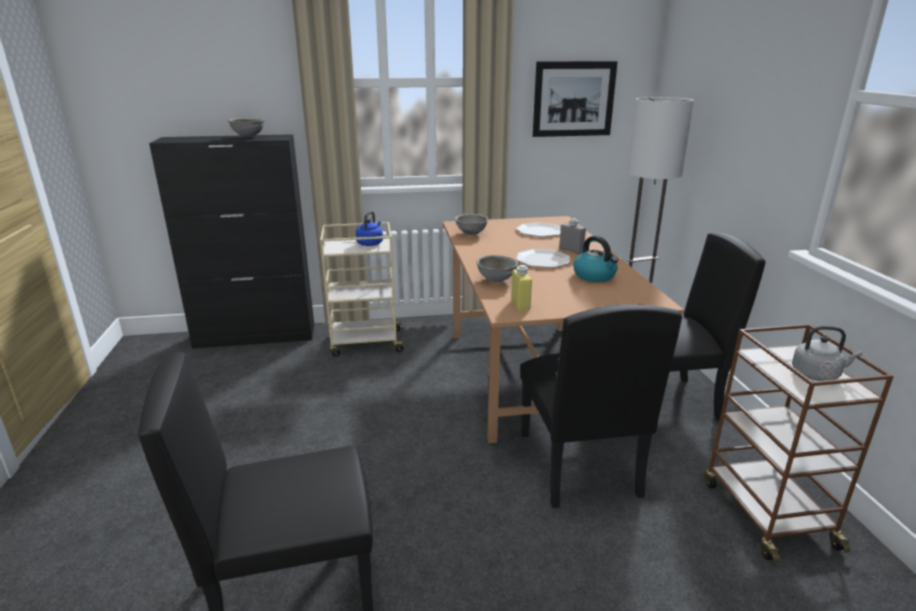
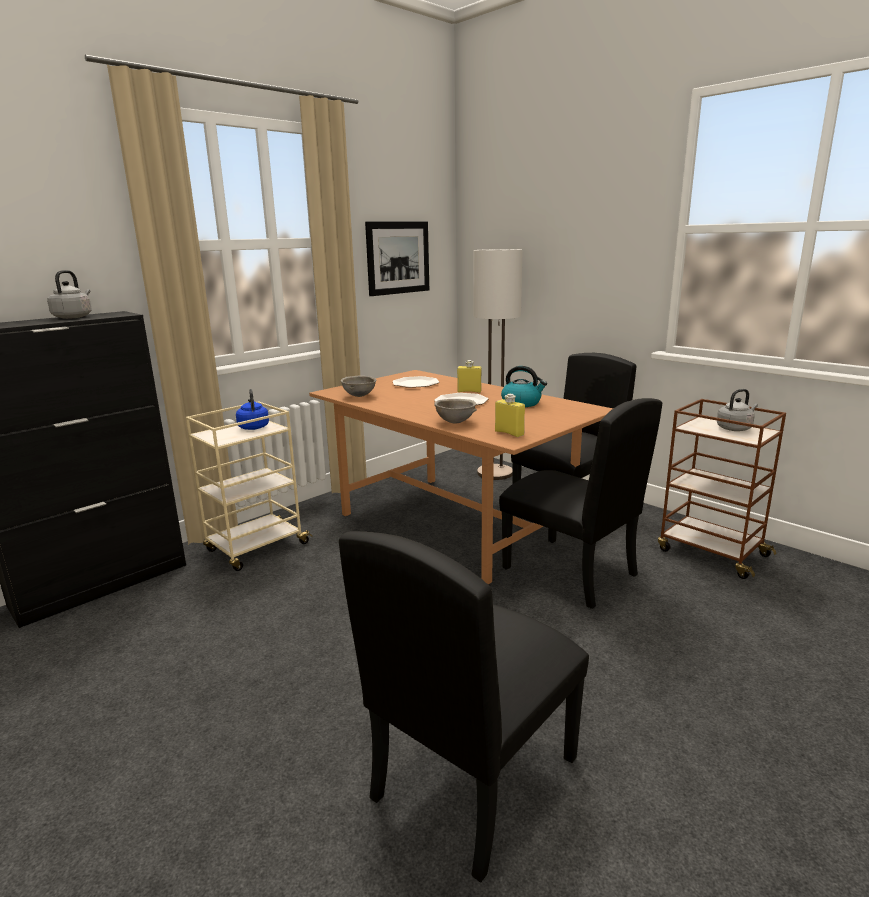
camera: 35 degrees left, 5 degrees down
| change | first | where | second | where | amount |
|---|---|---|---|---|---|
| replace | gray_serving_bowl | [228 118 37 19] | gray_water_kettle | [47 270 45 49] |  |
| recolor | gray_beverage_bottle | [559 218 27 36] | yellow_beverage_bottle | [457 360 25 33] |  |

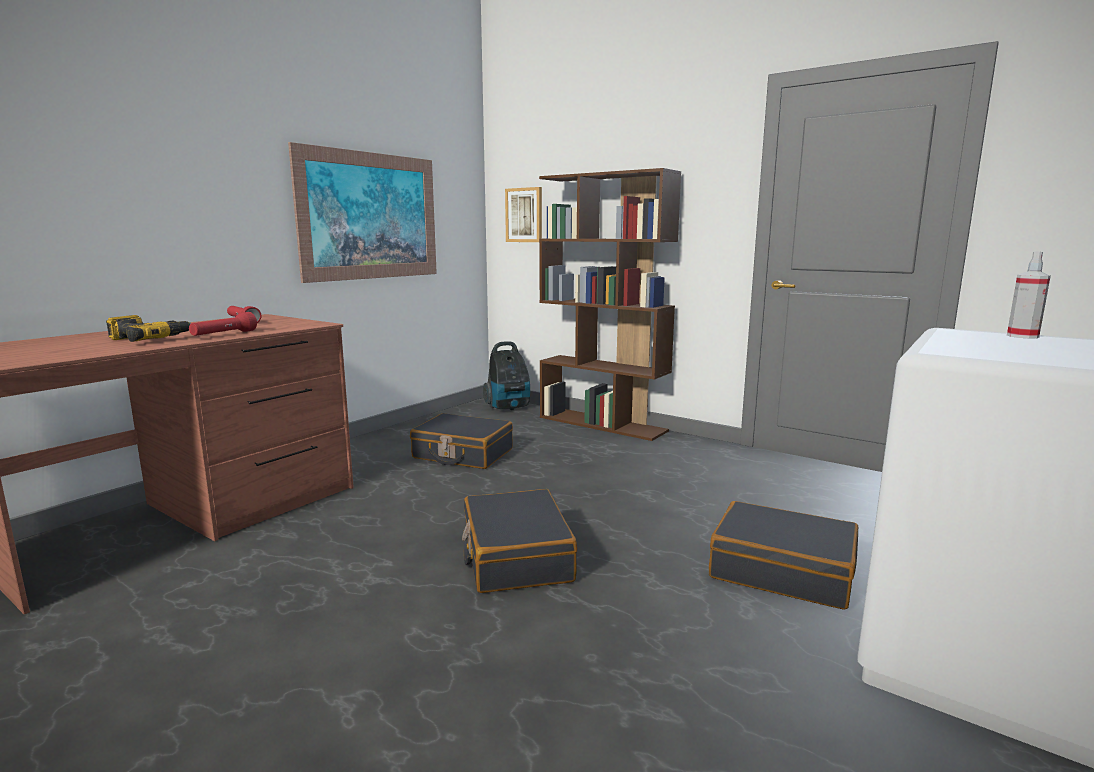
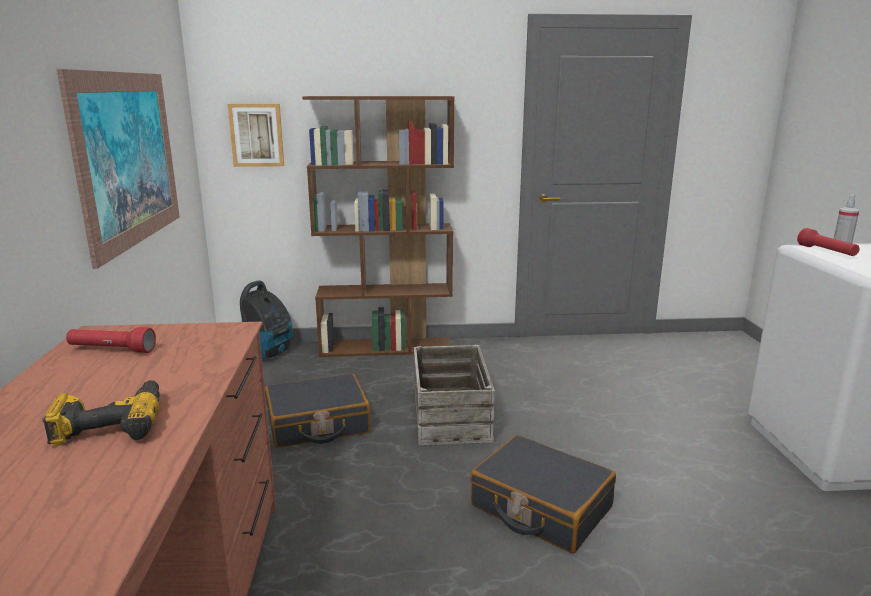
camera: 40 degrees left, 5 degrees up
| change | first | where | second | where | amount |
|---|---|---|---|---|---|
| move | red_flashlight | [189 312 68 24] |  | [797 228 63 28] |  |
| delete | black-coloured_travel_case | [709 501 149 109] |  |  |  |
| insert |  |  | packing_crate | [414 345 81 100] |  |

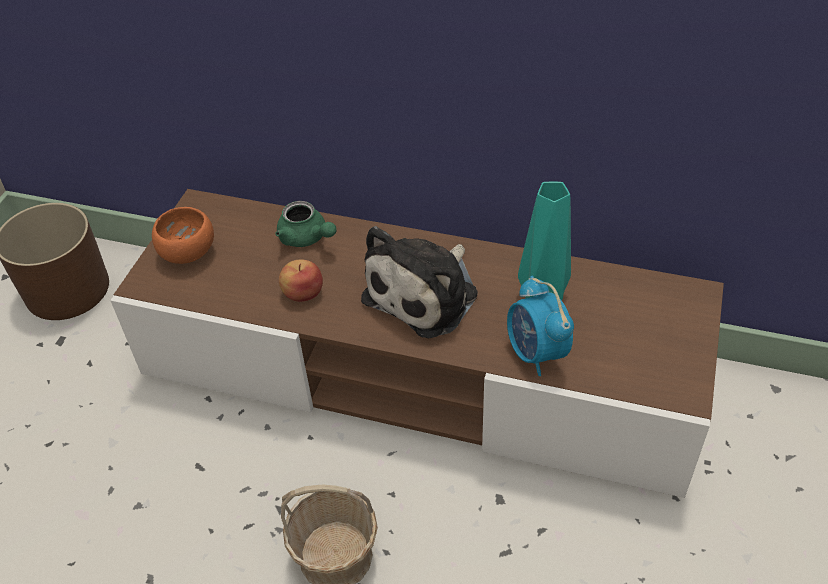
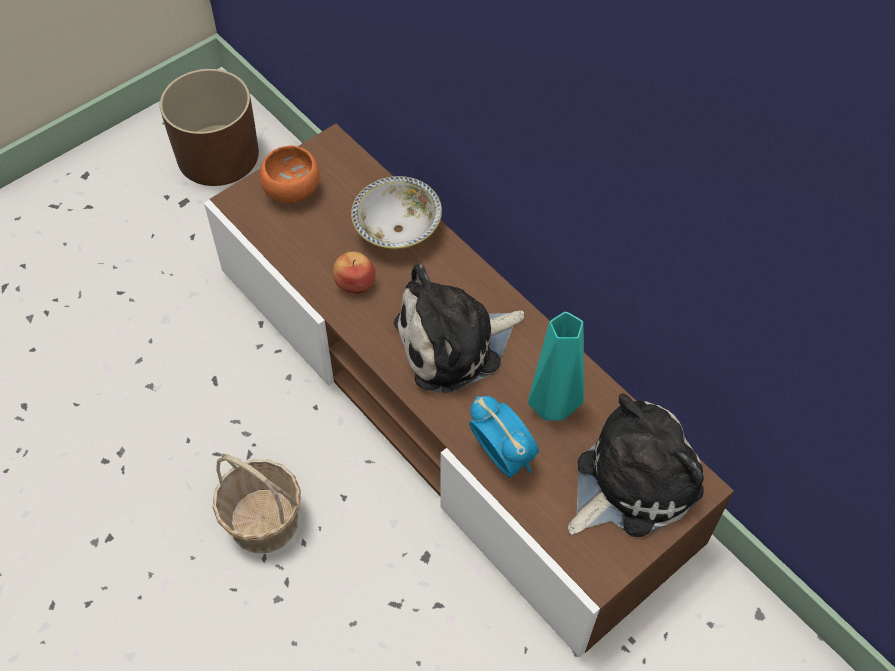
camera: 30 degrees right, 10 degrees up
| change | first | where | second | where | amount |
|---|---|---|---|---|---|
| replace | greenish_teapot | [275 201 62 46] | serving_bowl | [351 176 91 73] |  |
| rotate | bedside_clock | [507 276 67 100] |  | [469 396 70 82] | 135 degrees clockwise |
| insert |  |  | soft_toy | [568 394 136 143] |  |

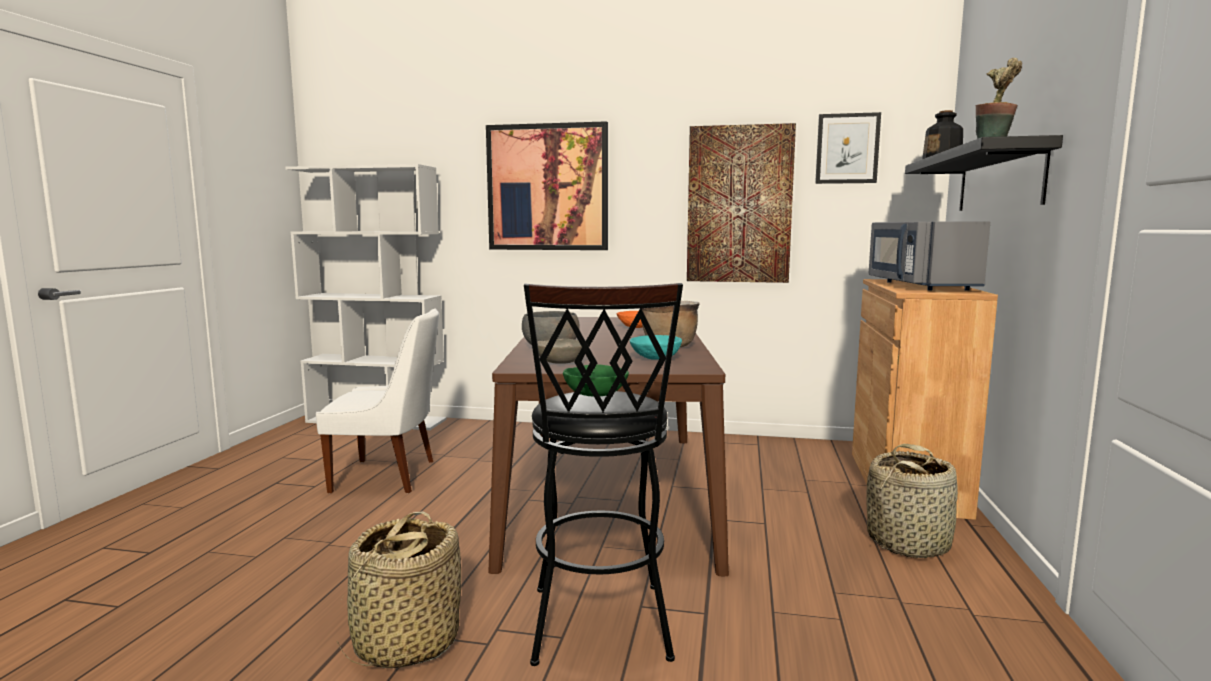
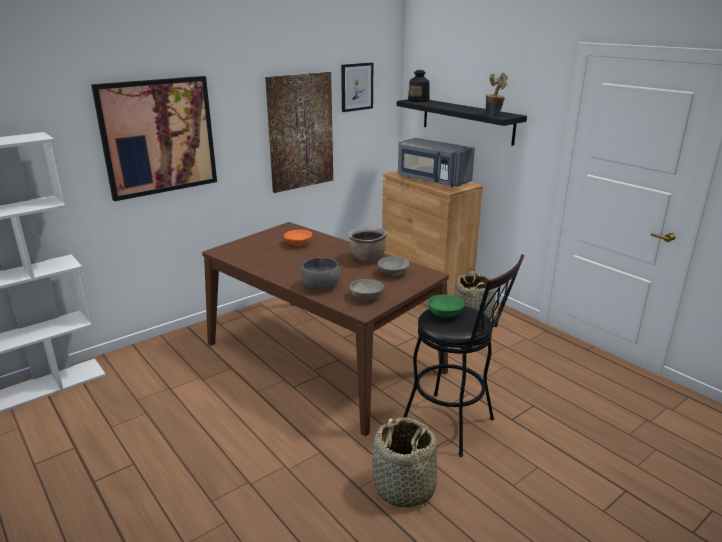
camera: 50 degrees left, 15 degrees up
| change | first | where | second | where | amount |
|---|---|---|---|---|---|
| delete | whitish_plain_chair | [316 308 123 185] |  |  |  |
| recolor | turquoise_serving_bowl | [630 335 52 25] | gray_serving_bowl | [377 256 32 20] |  |

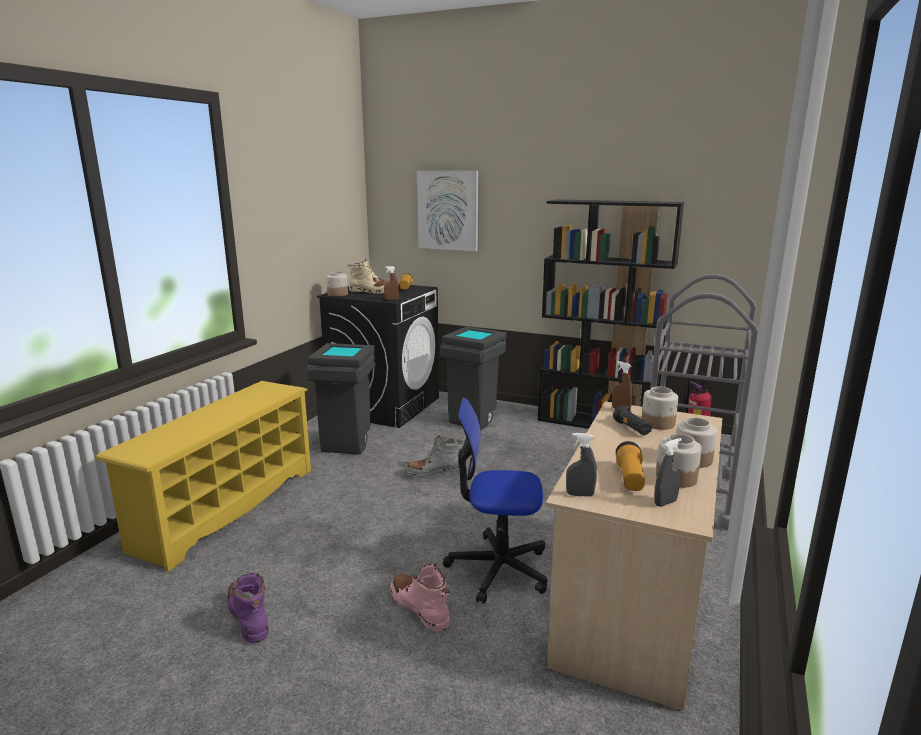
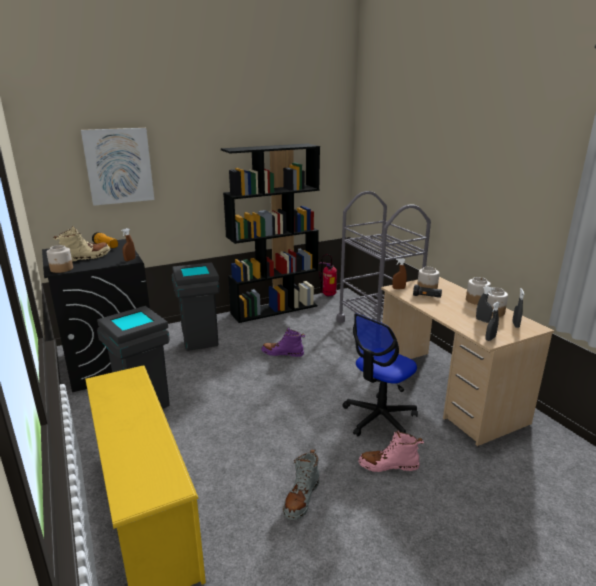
camera: 50 degrees left, 5 degrees up
| change | first | where | second | where | amount |
|---|---|---|---|---|---|
| move | purple-coloured_boot | [227 573 42 70] |  | [261 327 44 30] |  |
| move | gray_boot | [405 434 58 44] |  | [283 450 36 70] |  |
| replace | flashlight | [616 441 29 50] | gray_hand_sprayer | [476 286 18 37] |  |

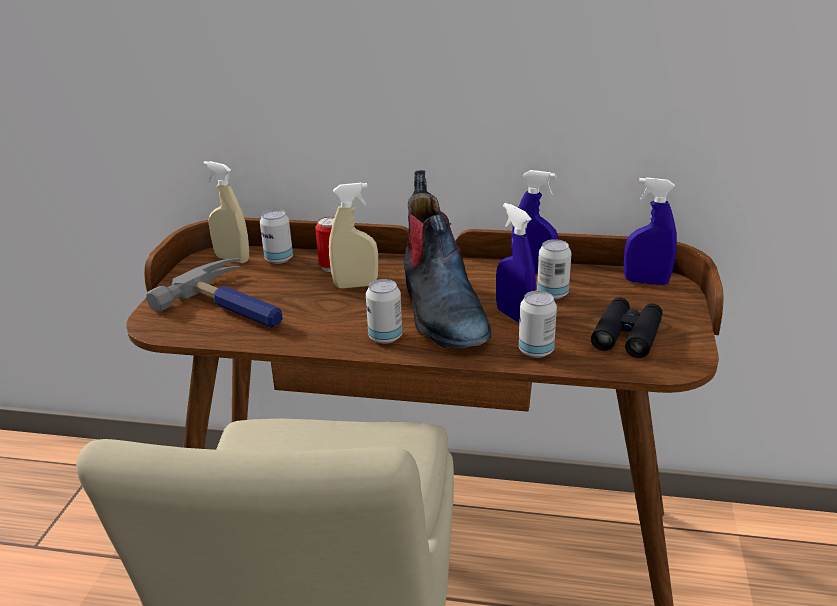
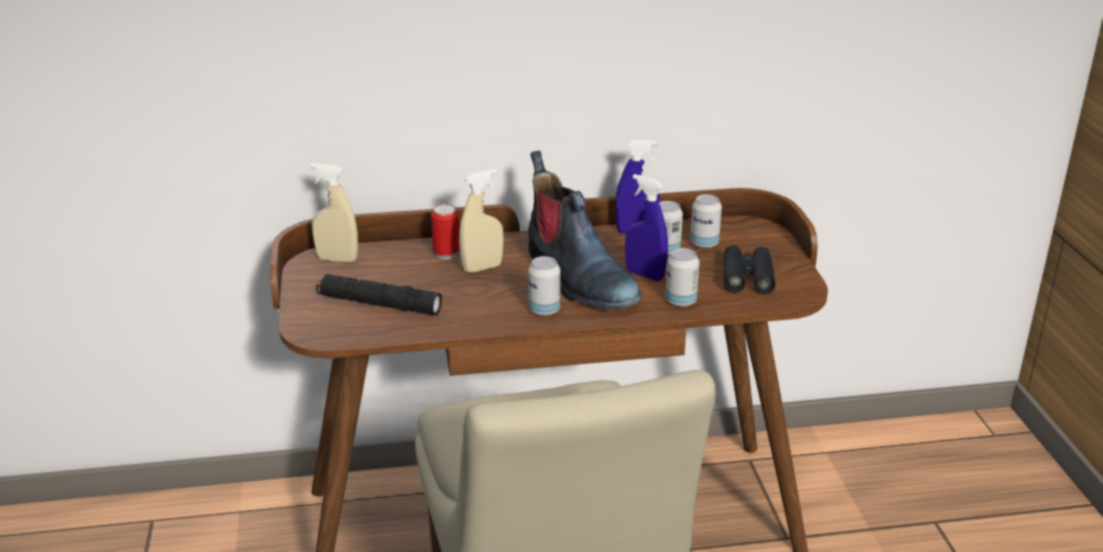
camera: 20 degrees left, 0 degrees up
| change | first | where | second | where | amount |
|---|---|---|---|---|---|
| replace | tool_hammer | [146 258 136 70] | black-coloured_flashlight | [316 274 126 41] |  |
| move | sealed_can | [260 209 33 55] |  | [690 194 32 55] |  |
| delete | blue-coloured_hand_sprayer | [624 177 53 108] |  |  |  |

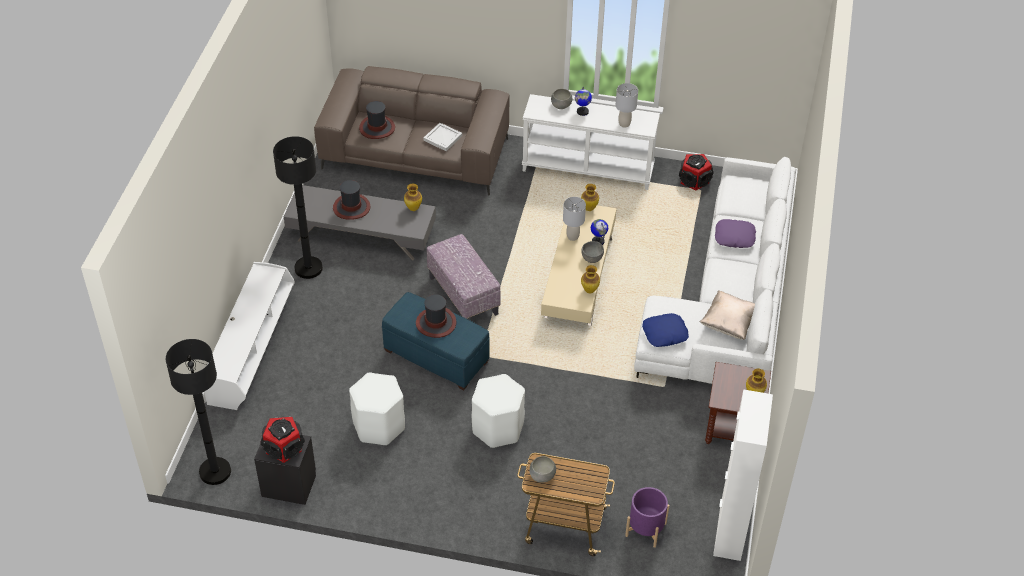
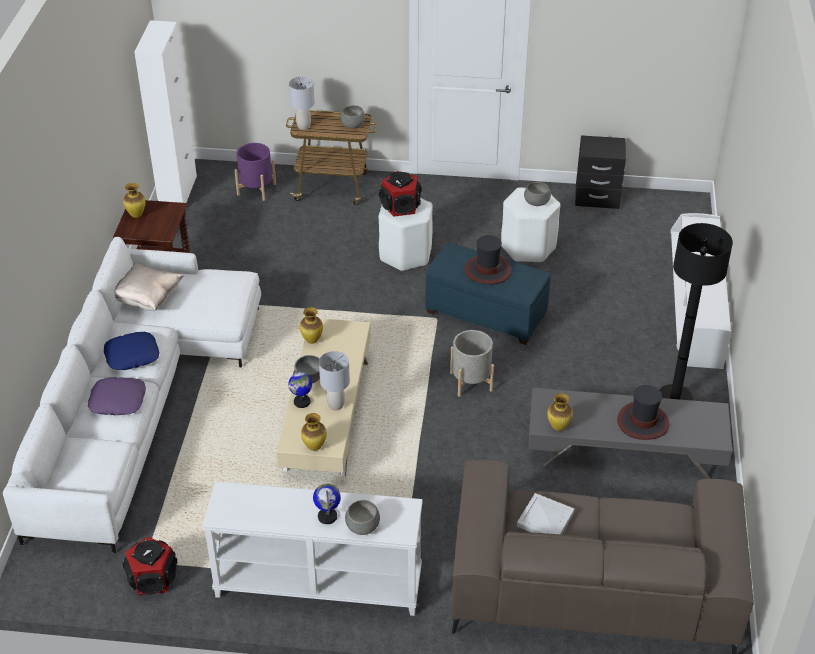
camera: 175 degrees right, 5 degrees down
| change | first | where | second | where | amount |
|---|---|---|---|---|---|
| delete | black-coloured_standing_lamp | [166 339 65 146] |  |  |  |
| move | speaker | [260 417 45 46] |  | [379 171 43 46] |  |
| delete | clothing_hat | [359 101 36 38] |  |  |  |
| replace | footrest | [427 234 74 86] | gray_planter | [450 330 44 67] |  |
| move | gray_tabletop_lamp | [616 83 22 45] |  | [289 76 26 54] |  |
| move | blue-coloured_throw_pillow | [642 313 47 34] |  | [104 332 56 38] |  |
| insert |  |  | gray_serving_bowl | [524 182 27 24] |  |

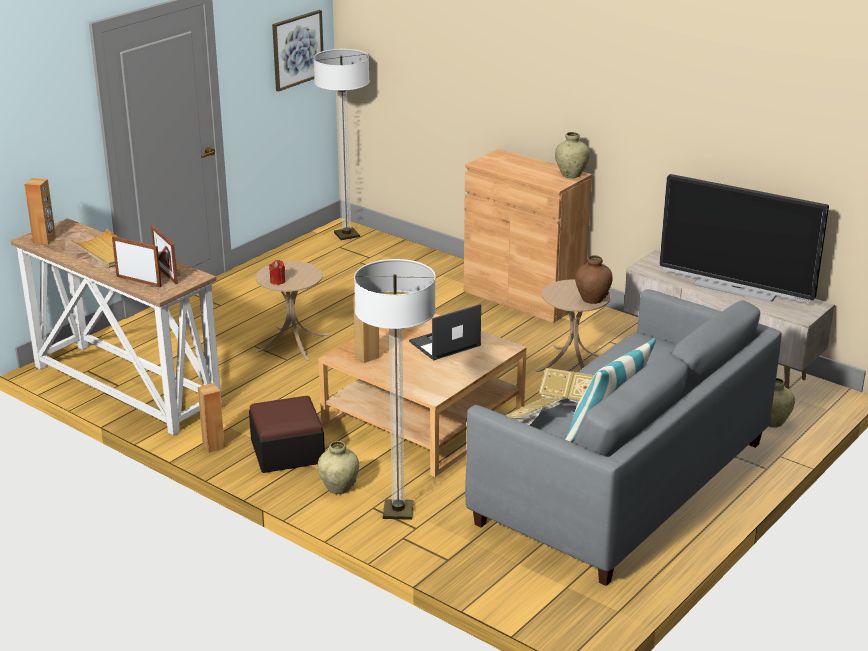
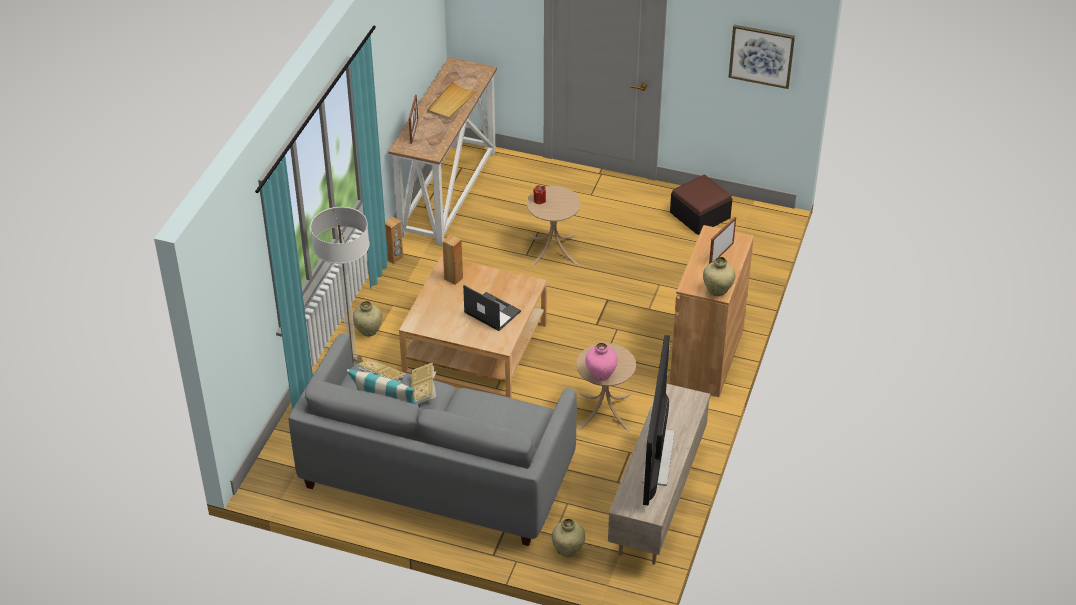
camera: 70 degrees right, 15 degrees up
| change | first | where | second | where | amount |
|---|---|---|---|---|---|
| delete | brown-coloured_speaker | [24 178 32 67] |  |  |  |
| move | picture_frame | [151 225 27 59] |  | [709 217 27 47] |  |
| move | footrest | [249 396 76 77] |  | [670 175 62 60] |  |
| delete | standing_lamp | [313 49 57 191] |  |  |  |
| recolor | brown-coloured_decorative_vase | [575 255 38 49] | pink_decorative_vase | [585 343 33 38] |  |

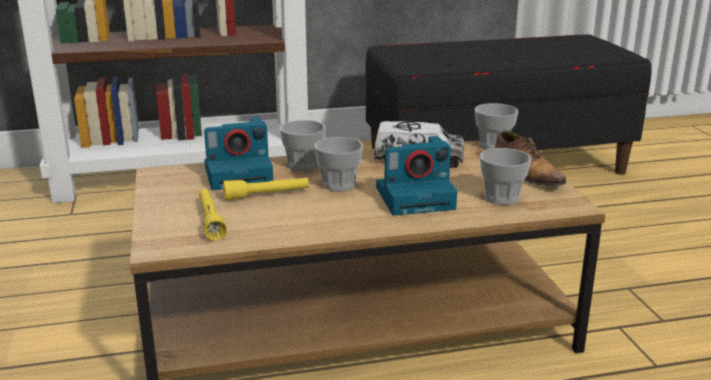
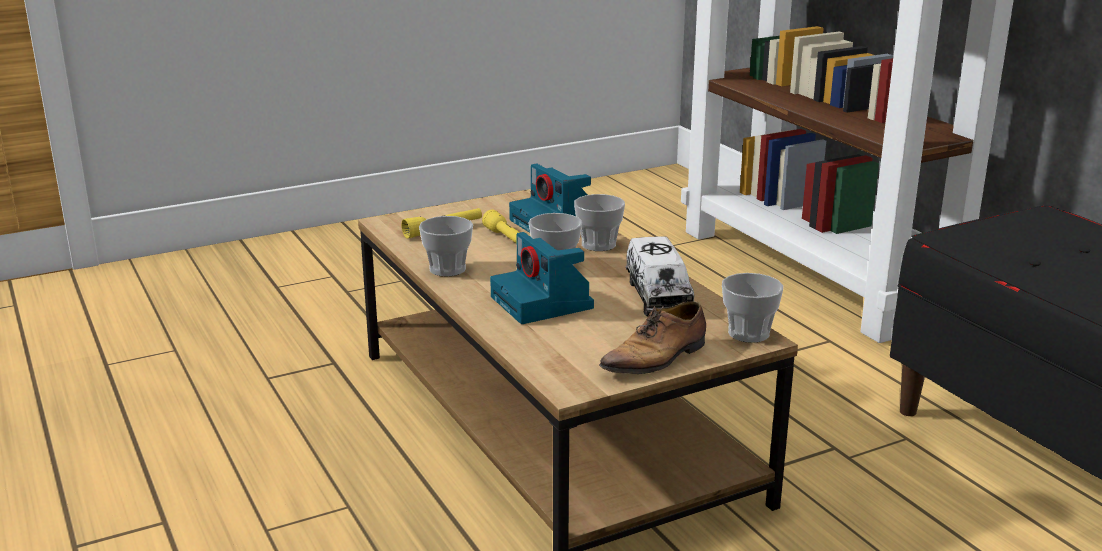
camera: 75 degrees right, 0 degrees up
| change | first | where | second | where | amount |
|---|---|---|---|---|---|
| move | drinking_cup | [479 148 52 57] |  | [419 216 54 60] |  |

